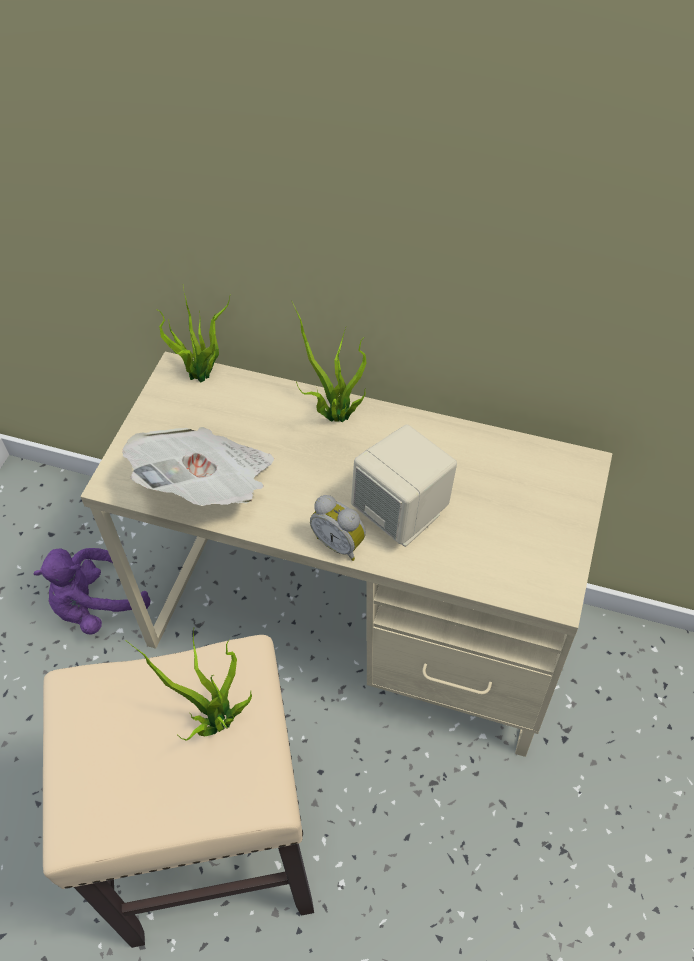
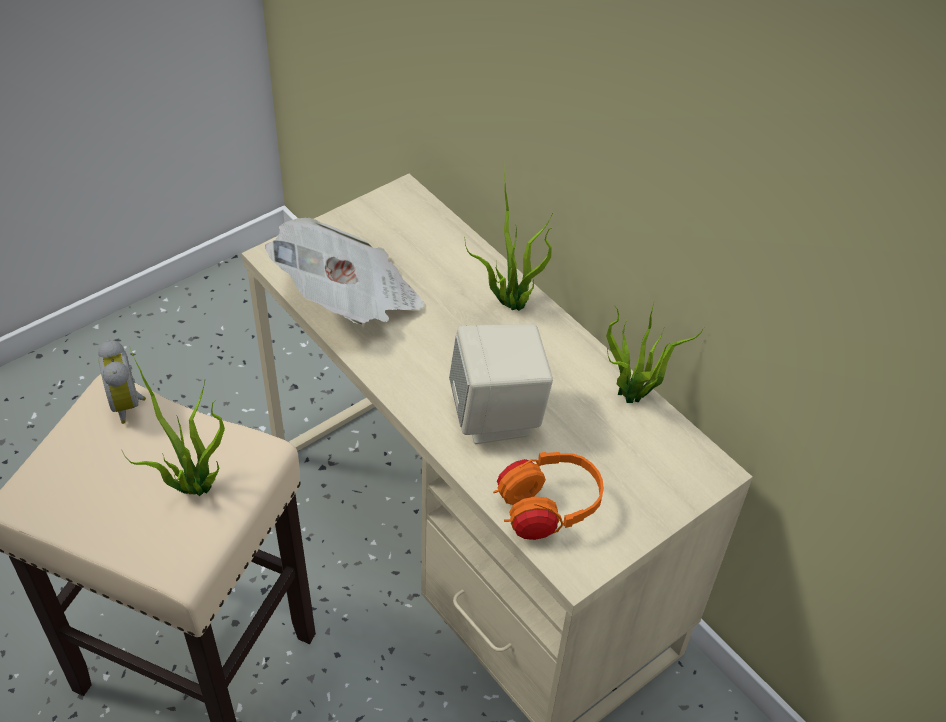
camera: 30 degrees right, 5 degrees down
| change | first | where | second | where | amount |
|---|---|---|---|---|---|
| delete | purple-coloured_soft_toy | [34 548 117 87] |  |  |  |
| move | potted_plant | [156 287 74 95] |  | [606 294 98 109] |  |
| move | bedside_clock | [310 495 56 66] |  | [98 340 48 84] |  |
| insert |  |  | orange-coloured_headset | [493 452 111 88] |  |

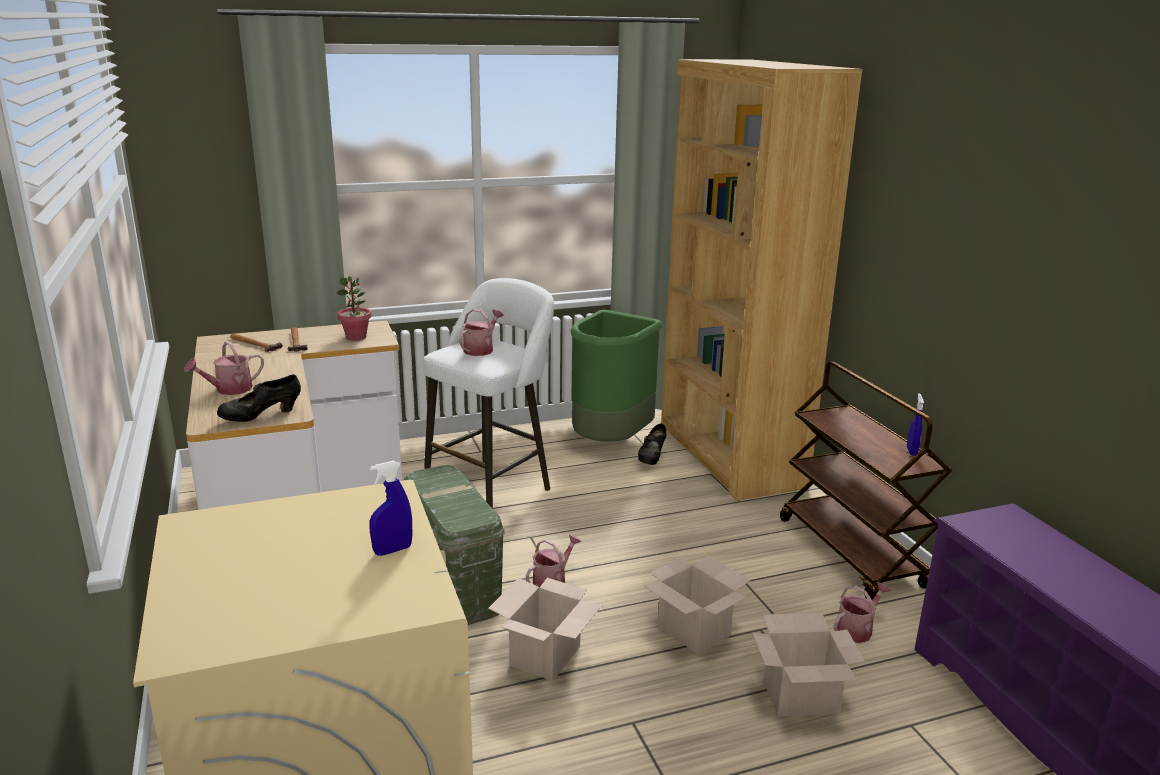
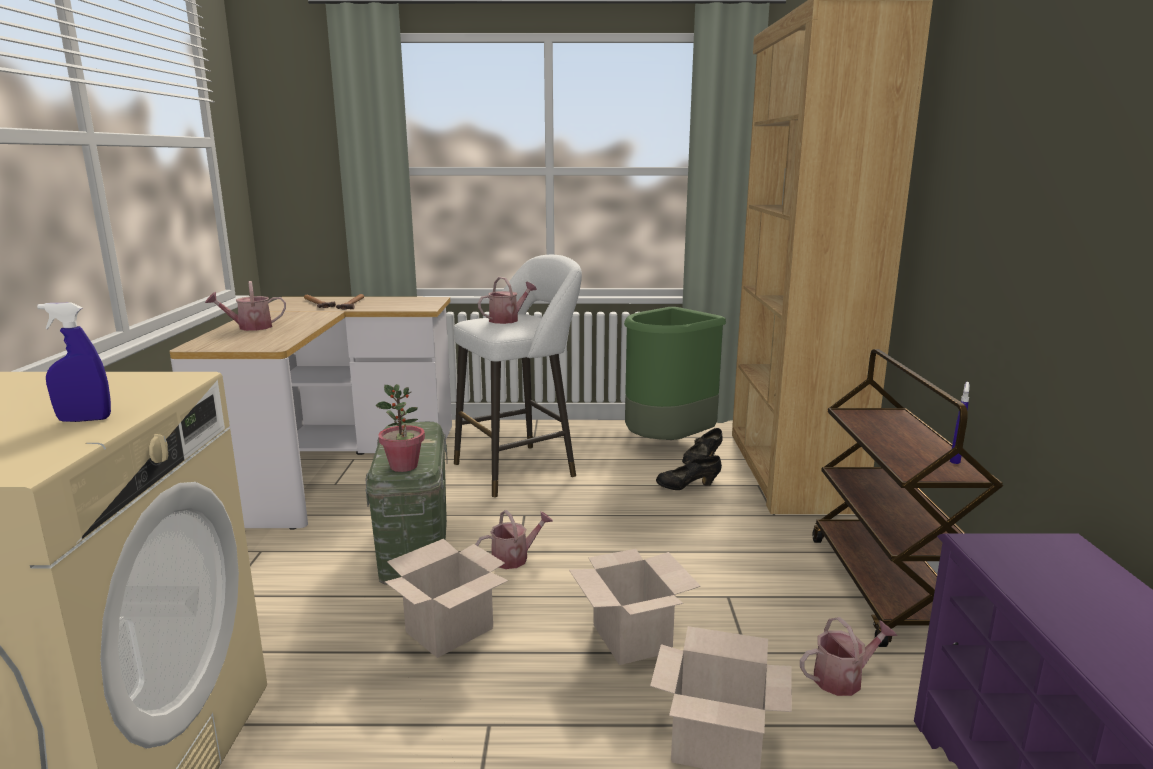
camera: 20 degrees right, 5 degrees down
| change | first | where | second | where | amount |
|---|---|---|---|---|---|
| move | black-coloured_shoe | [217 375 84 47] |  | [656 455 66 35] |  |
| move | potted_plant | [336 276 36 65] |  | [375 384 50 88] |  |

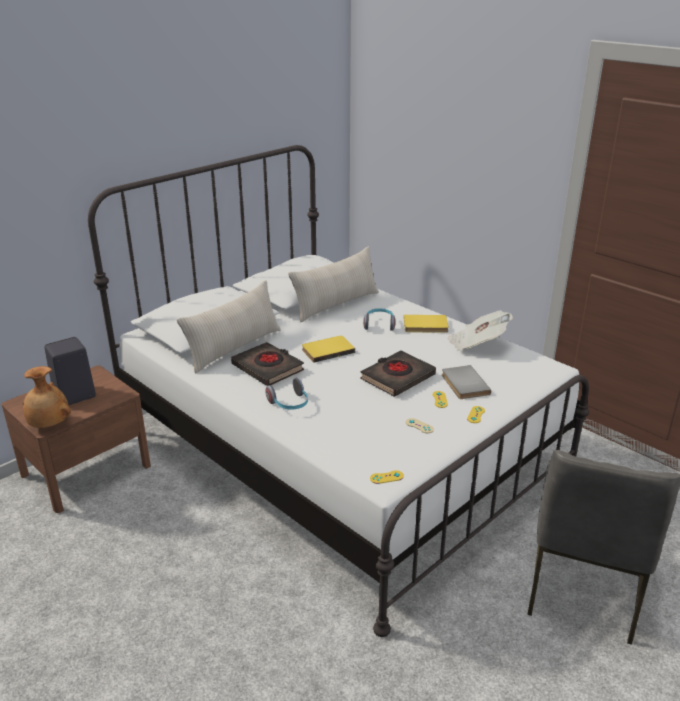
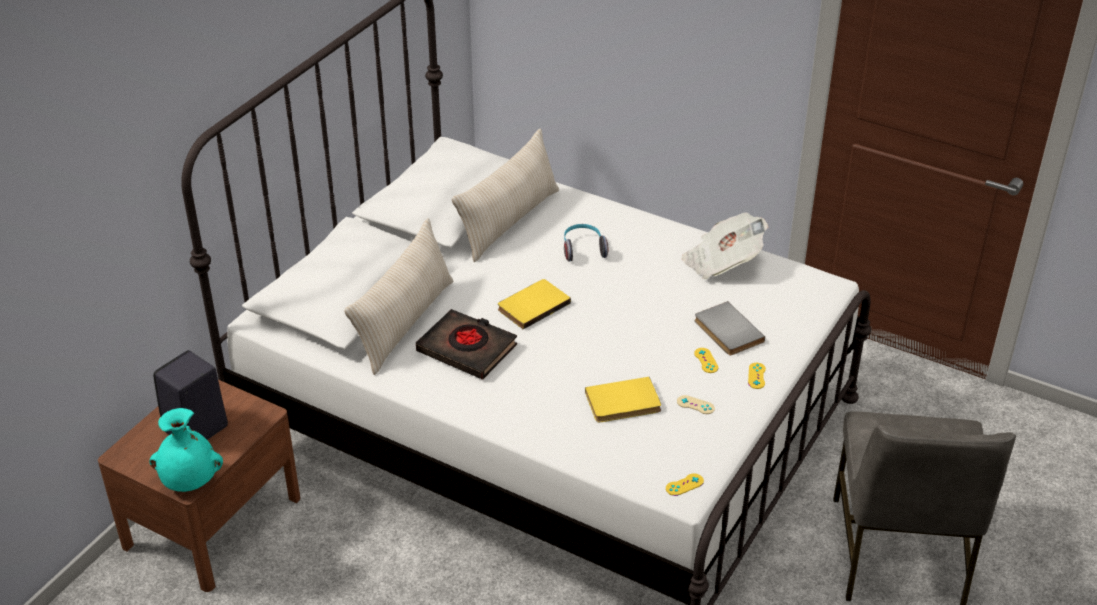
camera: 15 degrees left, 10 degrees up
| change | first | where | second | where | amount |
|---|---|---|---|---|---|
| recolor | brown-coloured_decorative_vase | [23 366 48 62] | turquoise_decorative_vase | [150 408 73 84] |  |
| delete | headset | [266 378 42 32] |  |  |  |
| delete | black-coloured_volume | [360 350 76 47] |  |  |  |
| move | yellow_volume | [404 315 45 18] |  | [585 377 76 45] |  |

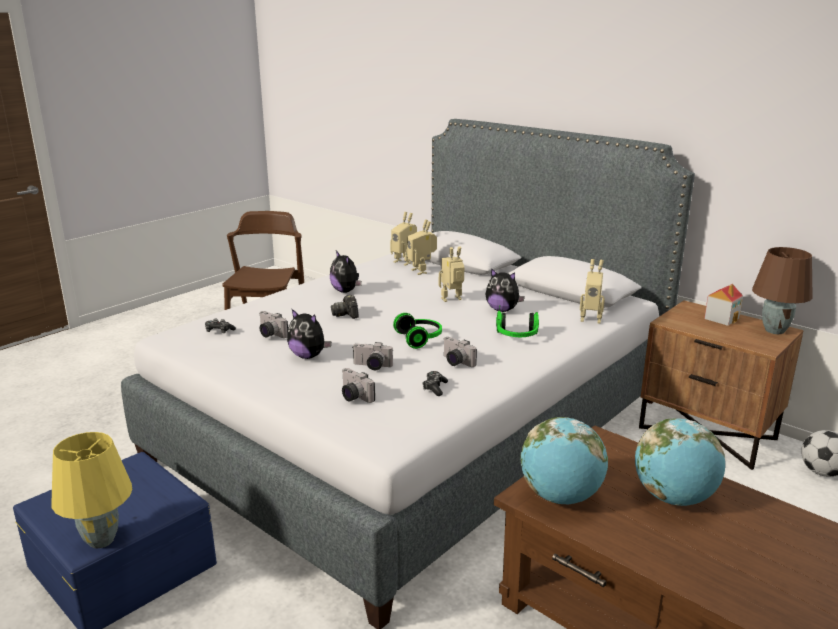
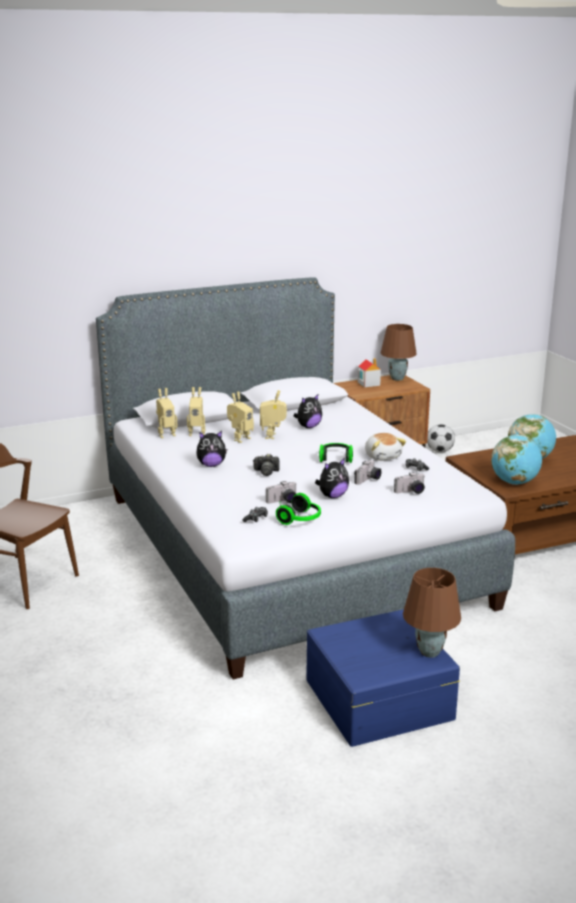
camera: 65 degrees left, 0 degrees up
| change | first | where | second | where | amount |
|---|---|---|---|---|---|
| recolor | yellow_tabletop_lamp | [52 432 81 116] | brown-coloured_tabletop_lamp | [403 568 58 90] |  |
| replace | photo_camera | [443 337 34 30] | soft_toy | [365 433 41 28] |  |
| move | headset | [496 305 43 32] |  | [276 493 45 32] |  |
| move | model_robot | [580 259 25 65] |  | [227 392 27 51] |  |

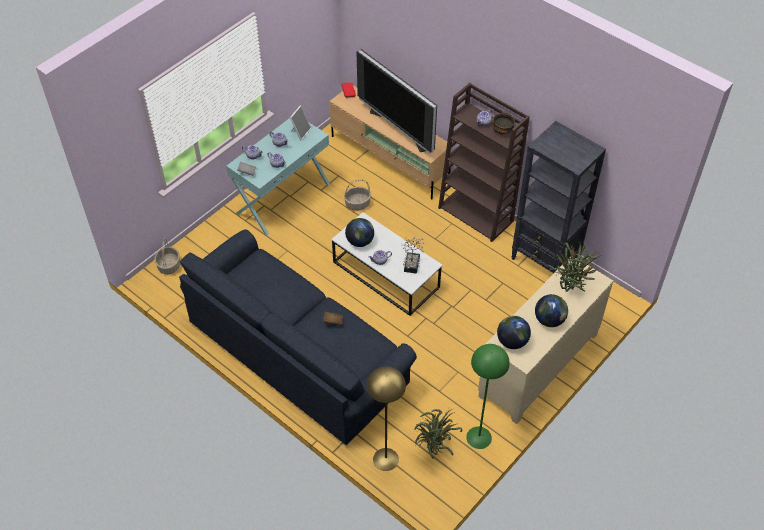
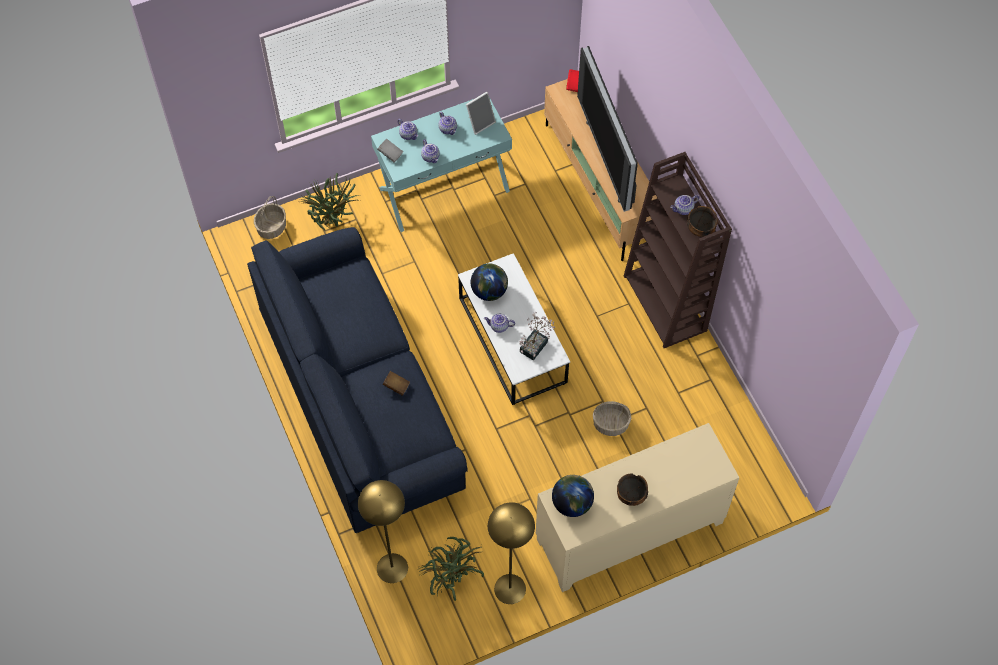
camera: 25 degrees right, 10 degrees up
| change | first | where | second | where | amount |
|---|---|---|---|---|---|
| move | basket | [344 179 27 32] |  | [593 401 38 35] |  |
| recolor | greenish_standing_lamp | [466 344 44 105] | yellow_standing_lamp | [488 502 47 102] |  |
| delete | black-coloured_shelving_unit | [512 121 94 153] |  |  |  |
| replace | desk_globe | [535 294 33 33] | serving_bowl | [617 473 31 33] |  |
| move | potted_plant | [548 241 55 51] |  | [299 173 61 57] |  |

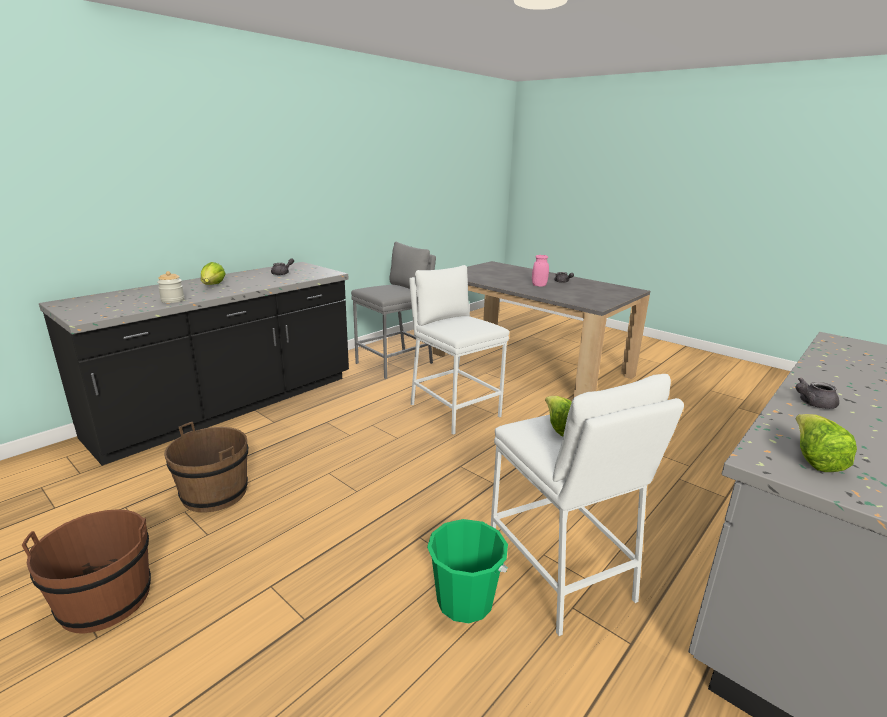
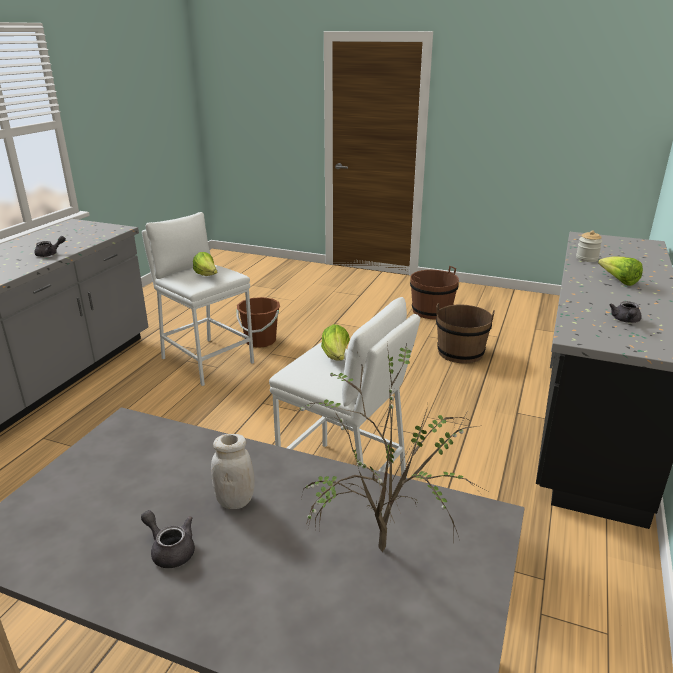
camera: 160 degrees right, 5 degrees up
| change | first | where | second | where | amount |
|---|---|---|---|---|---|
| delete | gray_stool | [351 241 85 138] |  |  |  |
| recolor | greenish_pail | [427 519 81 104] | brown-coloured_pail | [236 297 44 51] |  |
| recolor | pink_preserve_jar | [532 255 17 32] | whitish_preserve_jar | [211 434 44 75] |  |
| move | lettuce | [796 414 61 58] |  | [321 324 29 37] |  |
| insert |  |  | potted_plant | [294 343 190 209] |  |

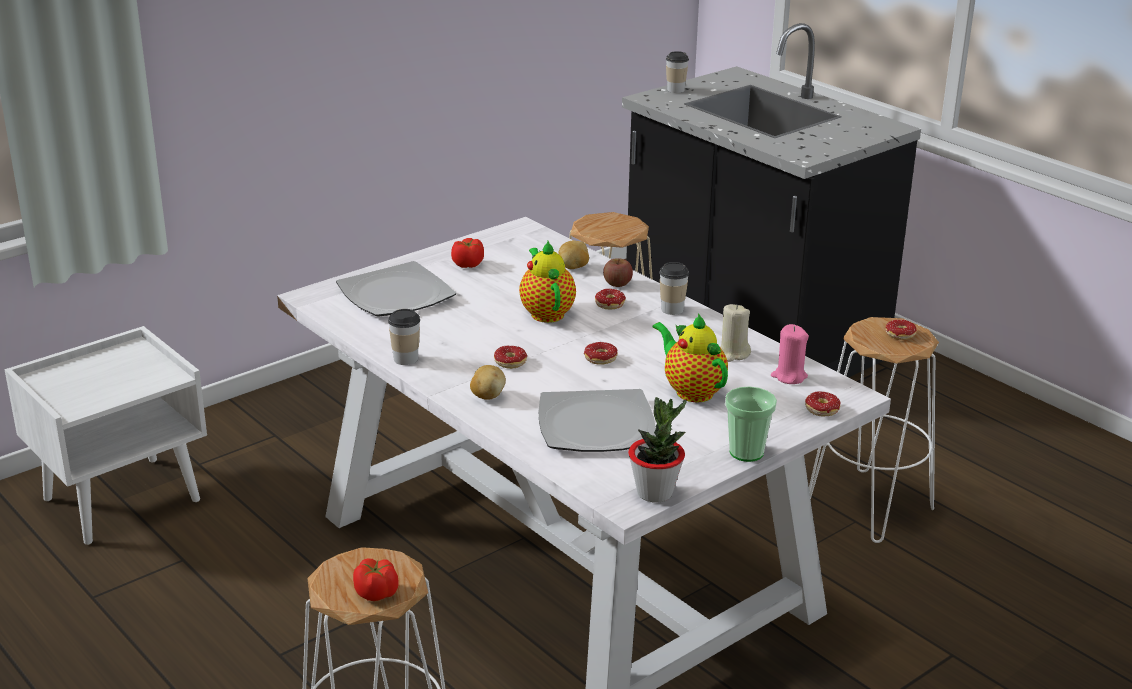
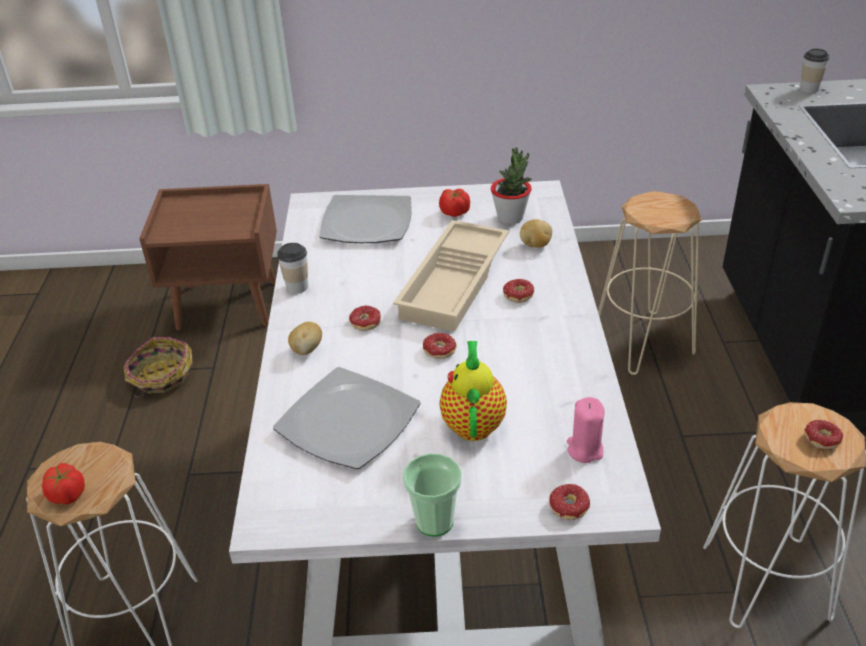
camera: 40 degrees right, 10 degrees up
| change | first | where | second | where | amount |
|---|---|---|---|---|---|
| recolor | whitish_bedside_table | [4 326 203 219] | brown-coloured_bedside_table | [139 184 138 146] |  |
| replace | teapot | [519 241 57 82] | beige_carrying_tray | [393 220 116 112] |  |
| delete | apple | [603 258 30 29] |  |  |  |
| move | potted_plant | [628 397 59 105] |  | [491 147 41 77] |  |
| delete | drinking_cup | [659 262 30 53] |  |  |  |
| delete | beige_wax_light | [720 304 31 58] |  |  |  |
| insert |  |  | basket | [123 337 70 61] |  |

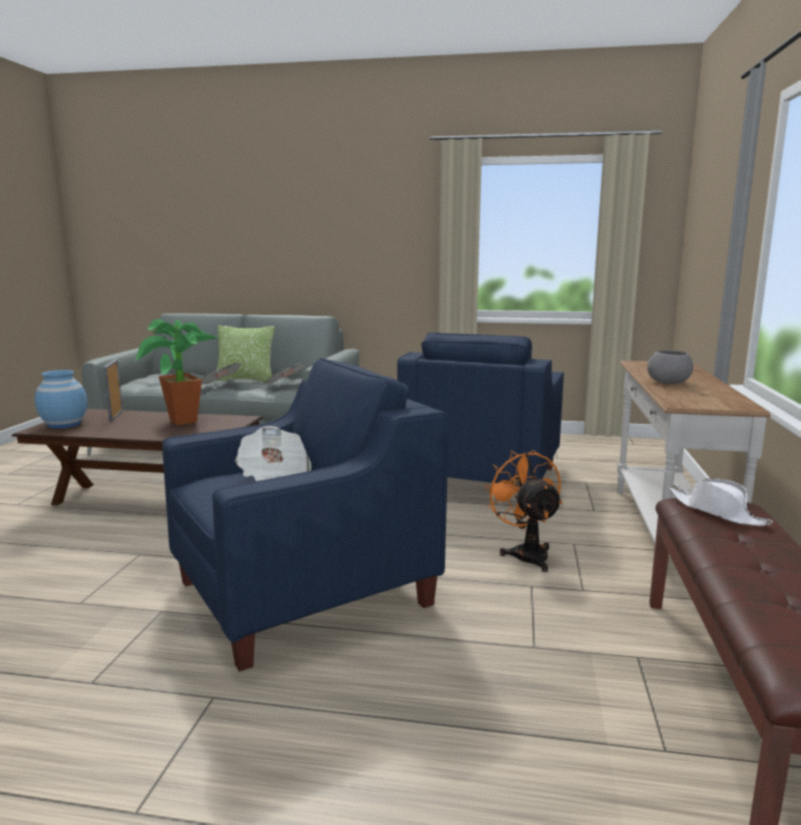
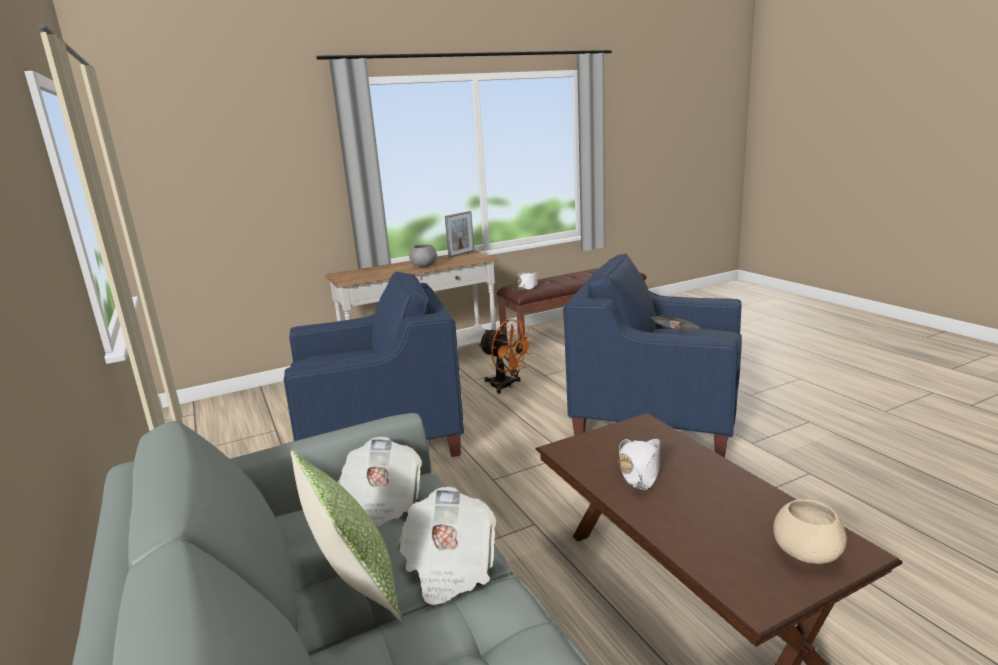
camera: 125 degrees left, 5 degrees up
| change | first | where | second | where | amount |
|---|---|---|---|---|---|
| replace | blue-coloured_decorative_vase | [35 370 52 58] | beige_serving_bowl | [773 499 74 65] |  |
| move | picture_frame | [103 359 20 63] |  | [445 211 29 47] |  |
| replace | potted_plant | [135 319 84 106] | whitish_clothing_hat | [618 439 43 51] |  |
| rotate | orange-coloured_fan | [484 450 78 122] |  | [478 319 55 75] | 90 degrees counterclockwise |

